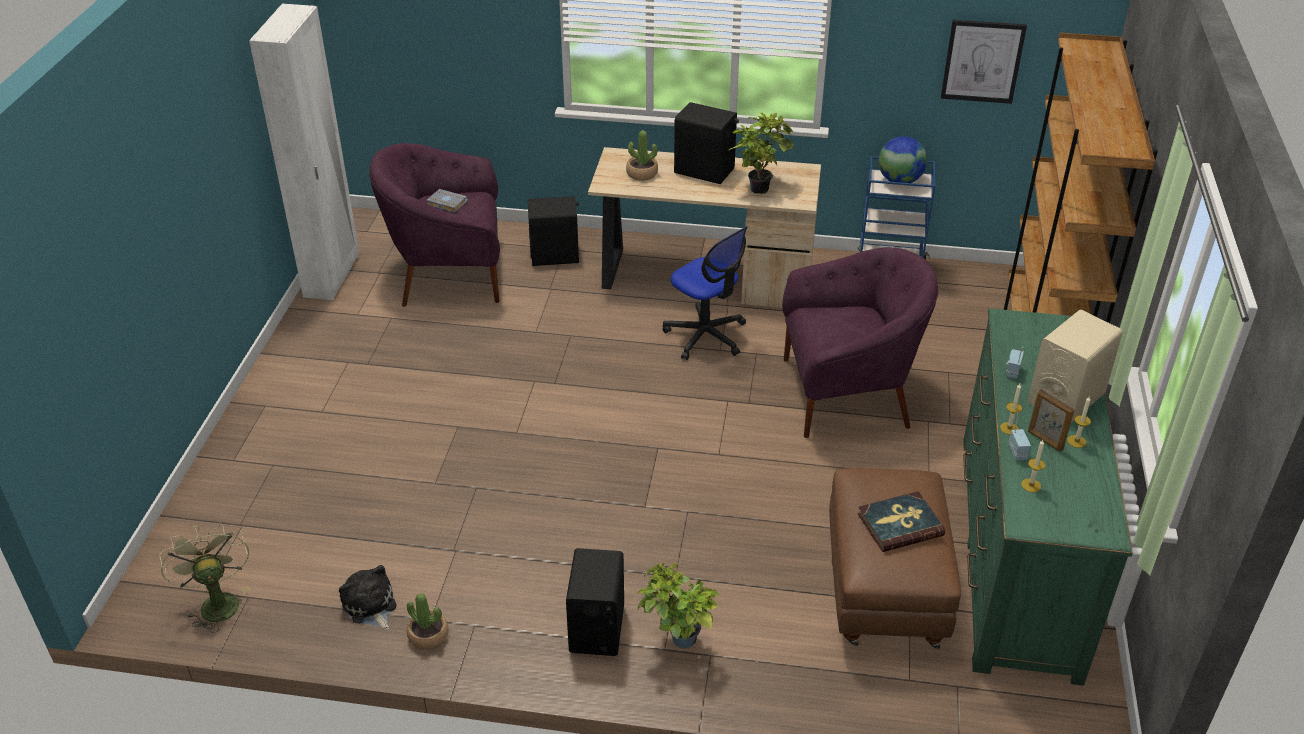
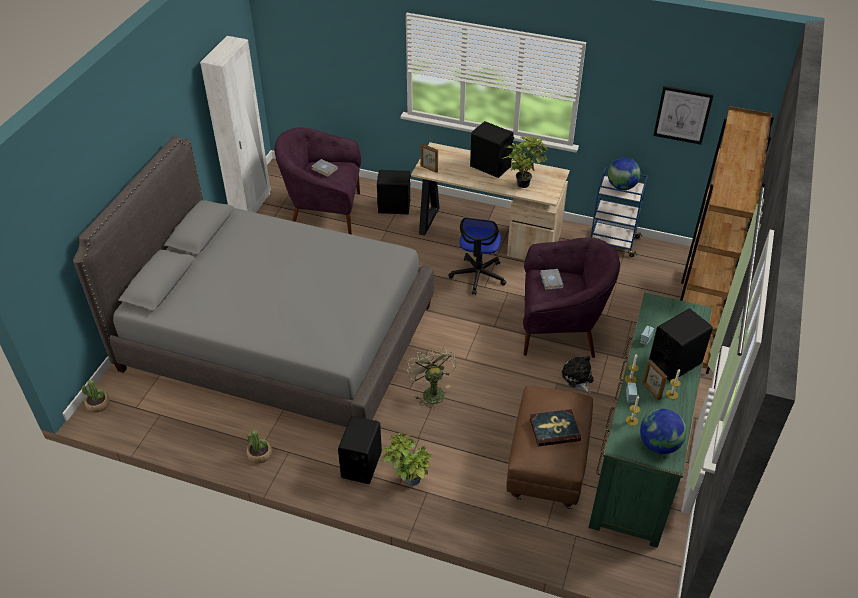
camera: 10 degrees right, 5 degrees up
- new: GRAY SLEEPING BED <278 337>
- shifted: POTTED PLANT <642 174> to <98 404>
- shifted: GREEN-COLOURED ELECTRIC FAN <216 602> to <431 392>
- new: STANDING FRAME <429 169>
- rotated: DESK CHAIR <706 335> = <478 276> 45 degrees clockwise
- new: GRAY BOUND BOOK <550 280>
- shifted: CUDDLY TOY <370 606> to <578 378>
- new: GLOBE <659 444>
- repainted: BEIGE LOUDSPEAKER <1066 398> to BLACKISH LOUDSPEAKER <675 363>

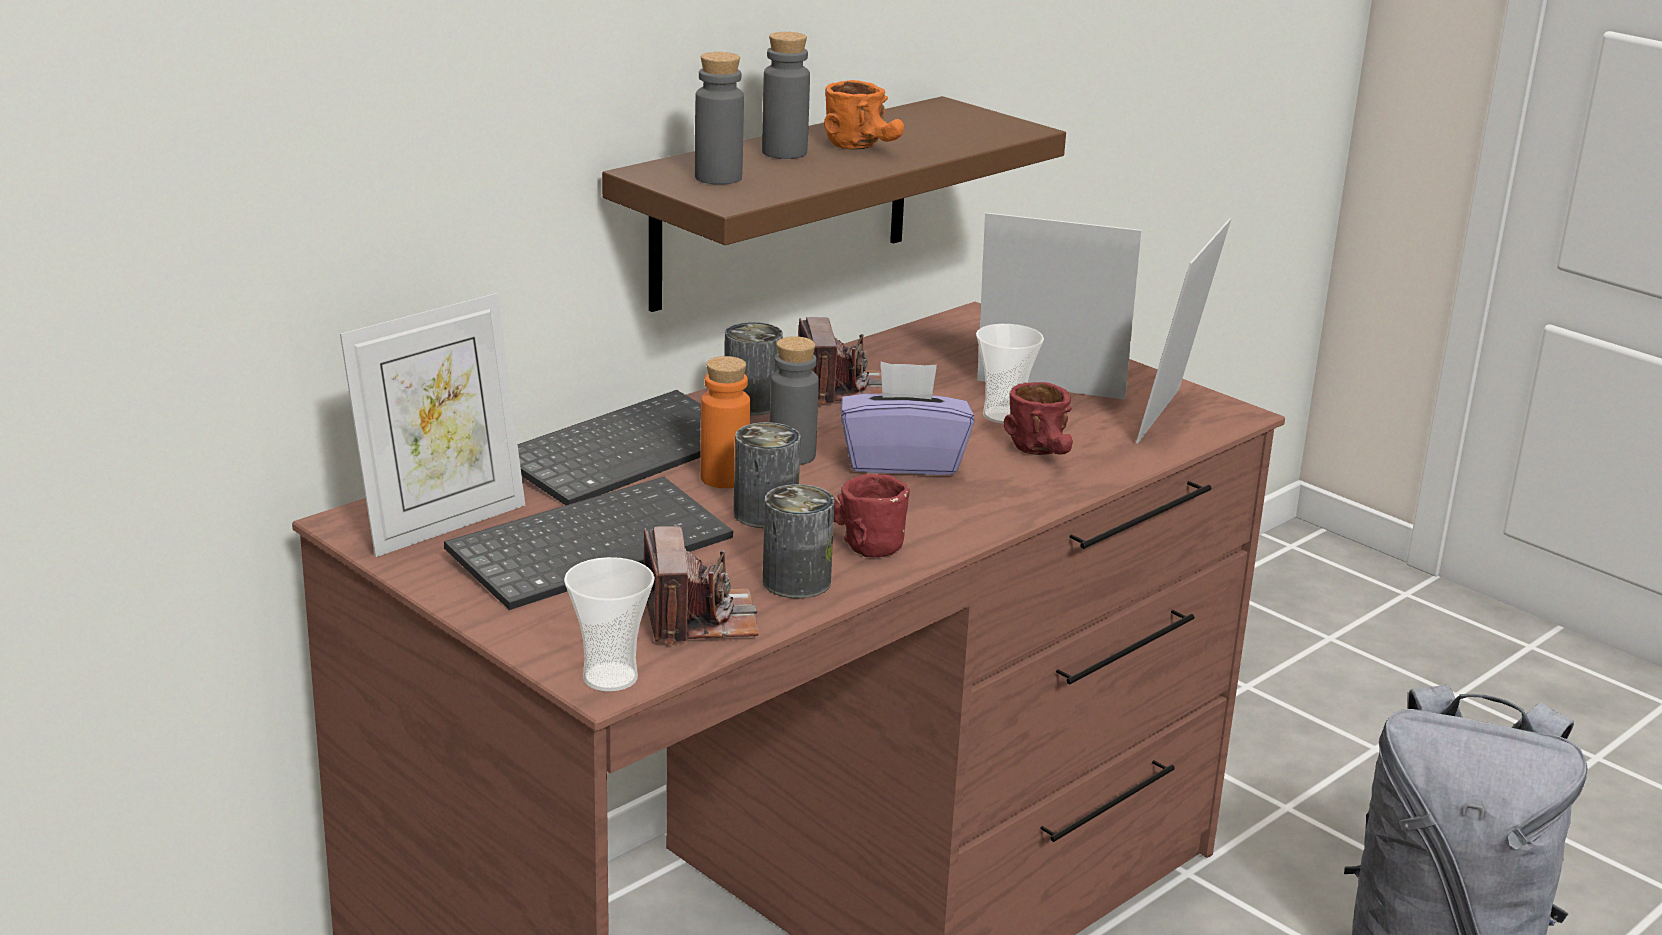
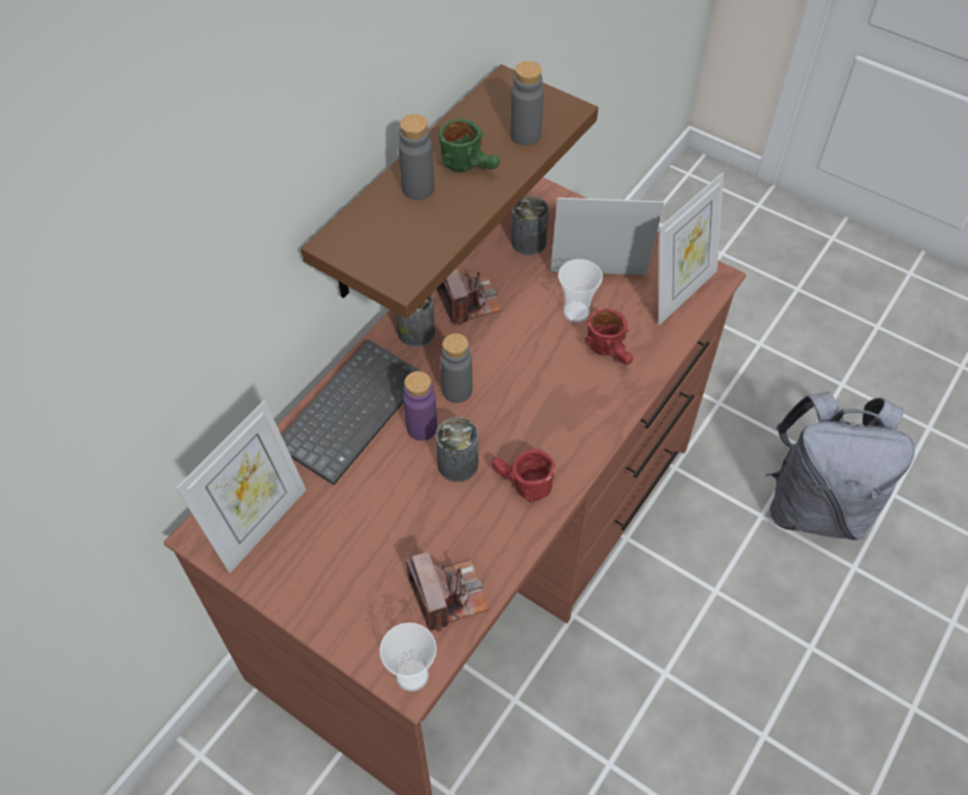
camera: 10 degrees left, 30 degrees up
- repainted: ORANGE-COLOURED DRINK BOTTLE <724 478> to PURPLE DRINK BOTTLE <422 428>
- repainted: ORANGE-COLOURED MUG <867 147> to GREEN-COLOURED MUG <472 166>
- shifted: GRAY DRINK BOTTLE <718 178> to <525 135>
- shifted: CAN <796 581> to <528 242>
- rotated: STANDING FRAME <1173 418> = <680 292> 150 degrees counterclockwise
- gone: COMPUTER KEYBOARD <591 546>
- gone: PURPLE BOX OF TISSUES <903 461>

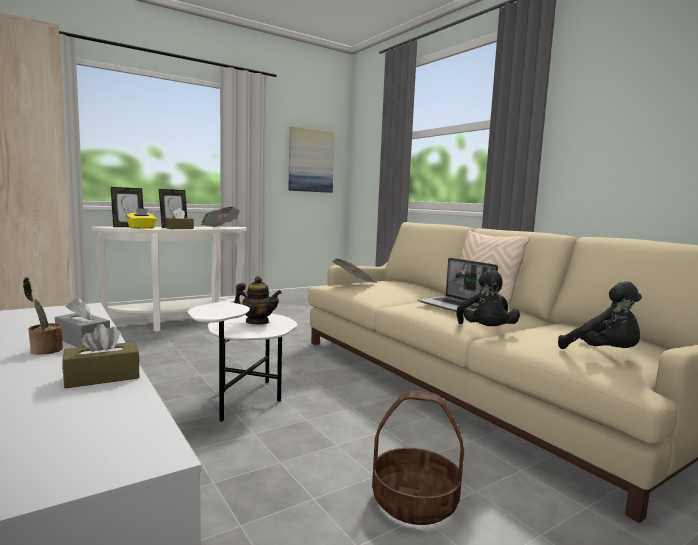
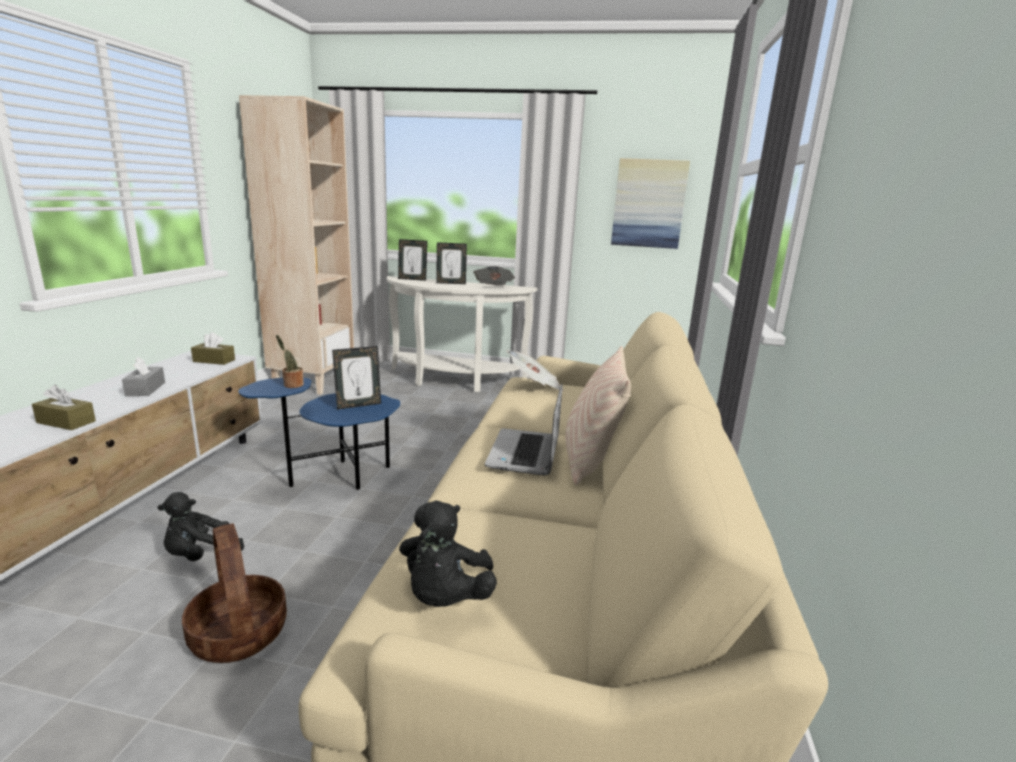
camera: 45 degrees right, 10 degrees up
- shifted: BLACKISH CUDDLY TOY <486 331> to <200 555>
- shifted: BROWNISH BOX OF TISSUES <180 228> to <214 360>
- repainted: WHITE ACCENT TABLE <244 402> to BLUISH ACCENT TABLE <335 477>
- shifted: POTTED PLANT <44 350> to <292 385>
- swapped: TEA POT <257 322> to STANDING FRAME <358 405>
- gone: YELLOW-COLOURED BOX OF TISSUES <141 228>

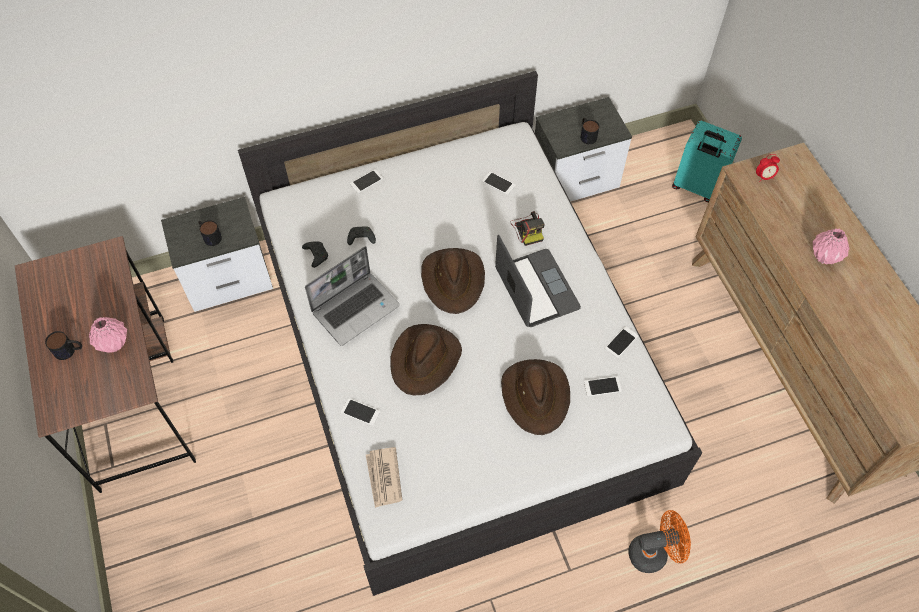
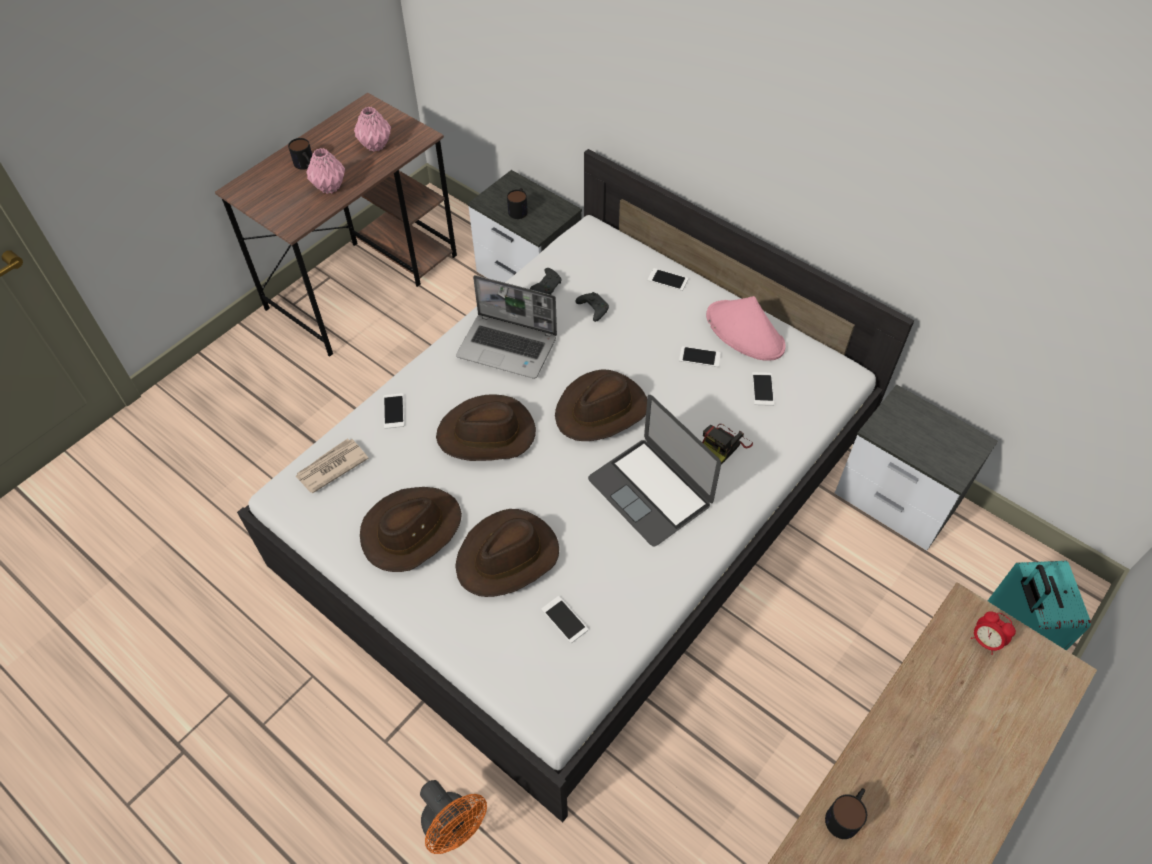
camera: 60 degrees right, 5 degrees down
- shifted: PINKISH VASE <825 256> to <376 146>
- new: BROWNISH WEARABLE HAT <411 530>
- rotated: NOTEBOOK COMPUTER <536 288> = <650 491> 105 degrees clockwise
- shifted: PHONE <621 342> to <699 357>
- new: PINKISH WEARABLE HAT <745 332>
- shifted: MUG <587 135> to <846 815>

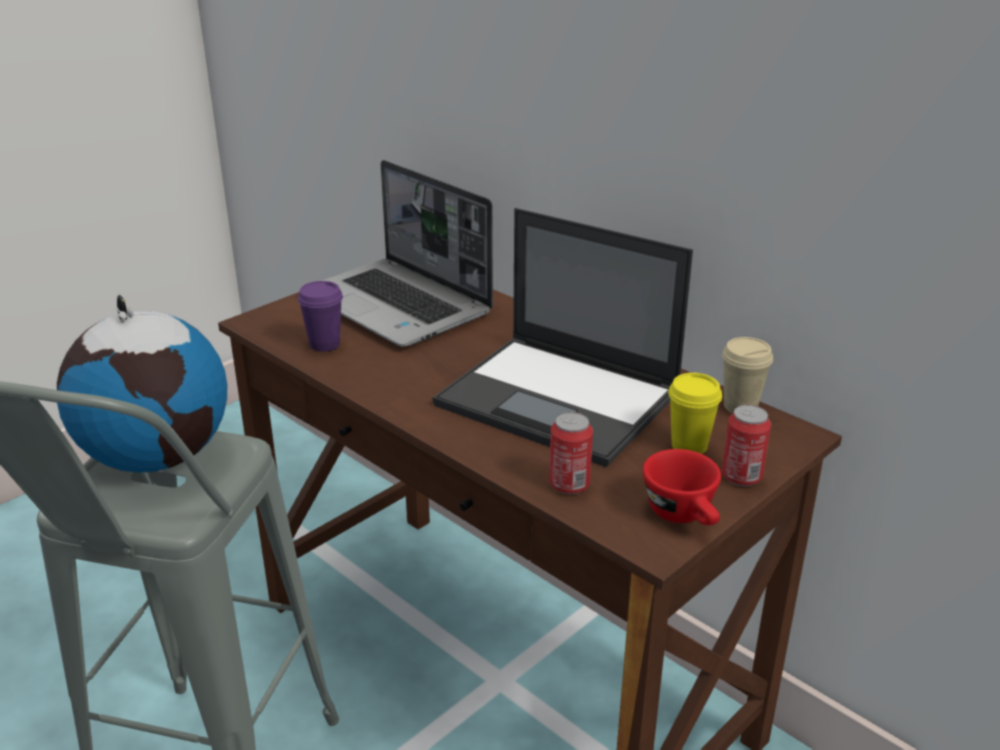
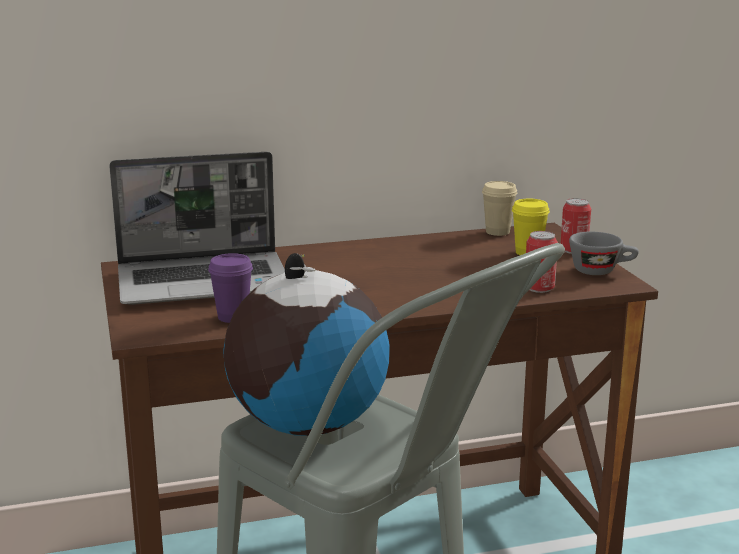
camera: 60 degrees left, 10 degrees down
- repainted: RED-COLOURED DRINKING CUP <685 516> to GRAY DRINKING CUP <601 271>
- gone: NOTEBOOK COMPUTER <561 399>

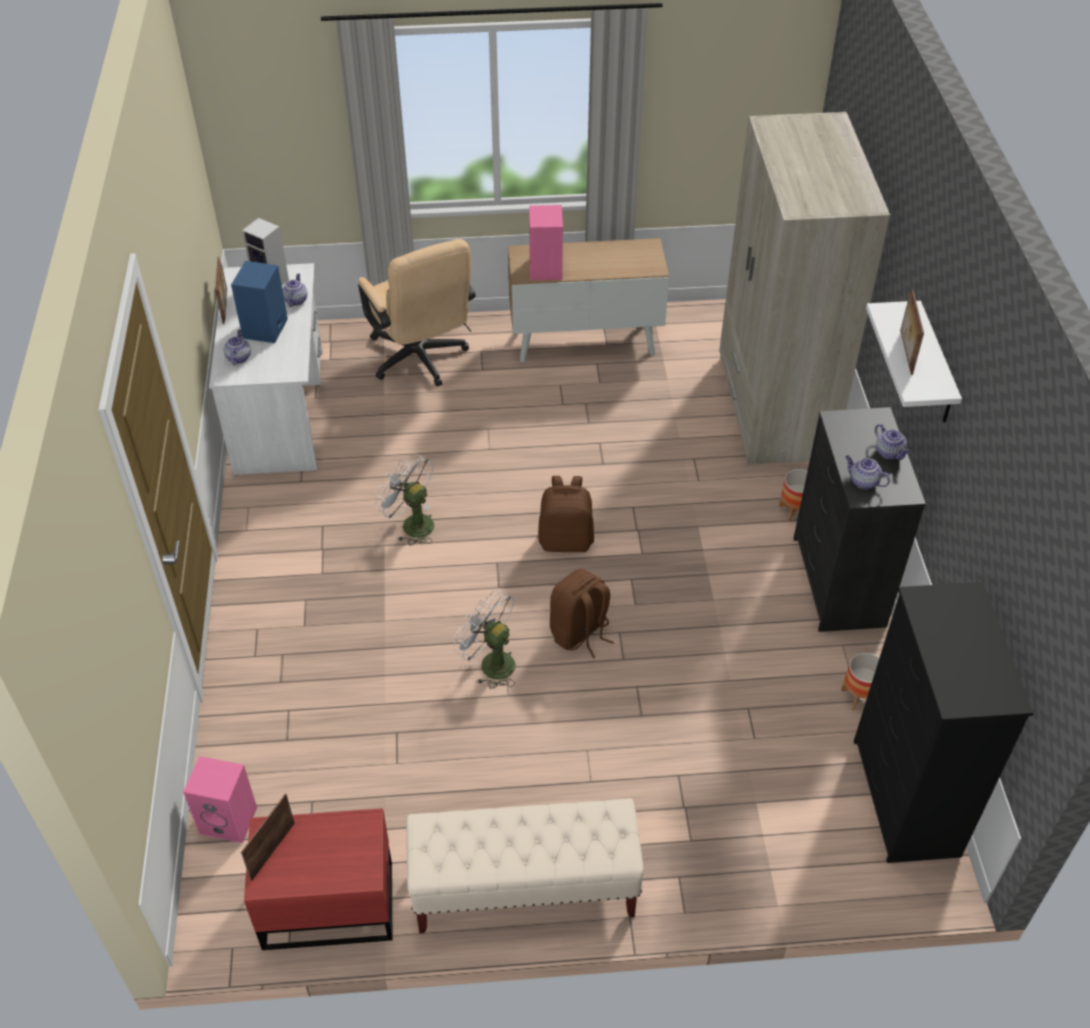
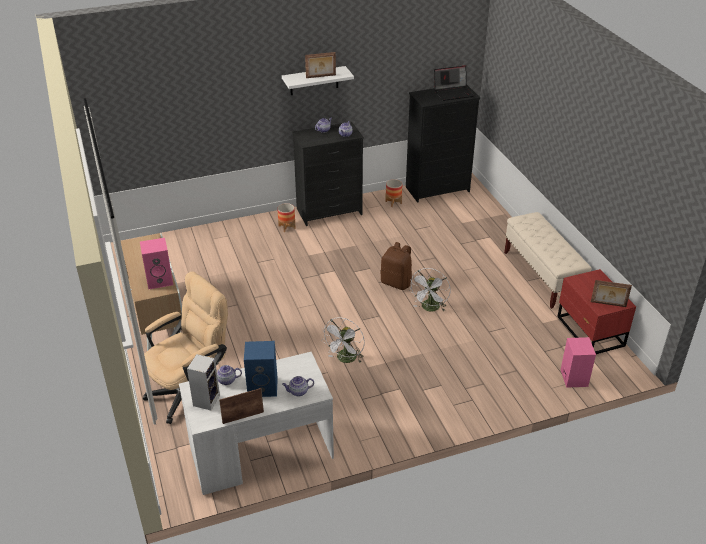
camera: 105 degrees left, 10 degrees down
- new: NOTEBOOK COMPUTER <453 93>
- gone: BROWNISH KNAPSACK <566 540>
- gone: BEIGE ARMOIRE <773 407>

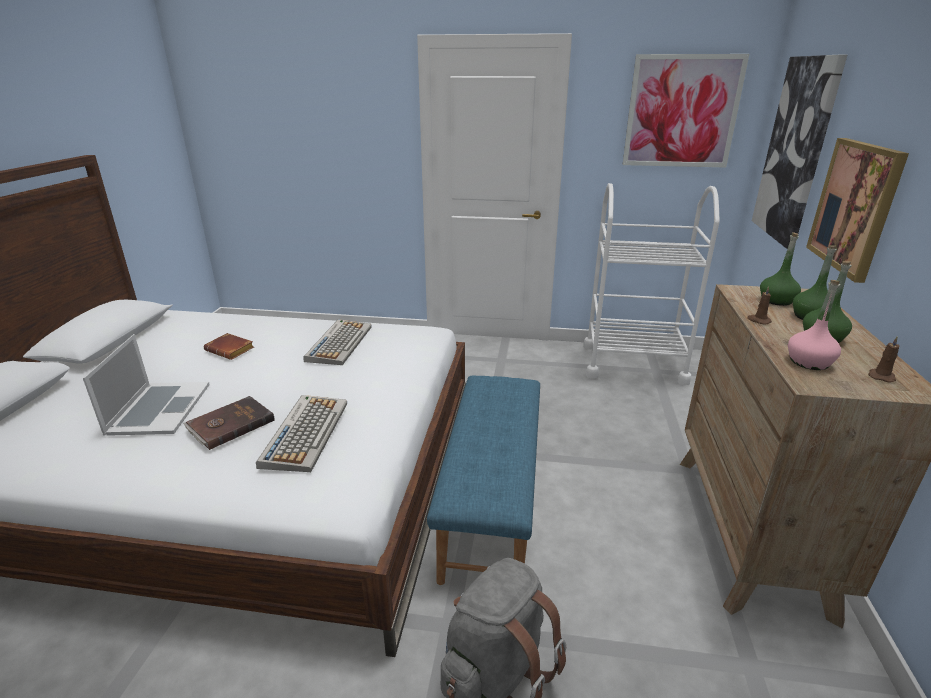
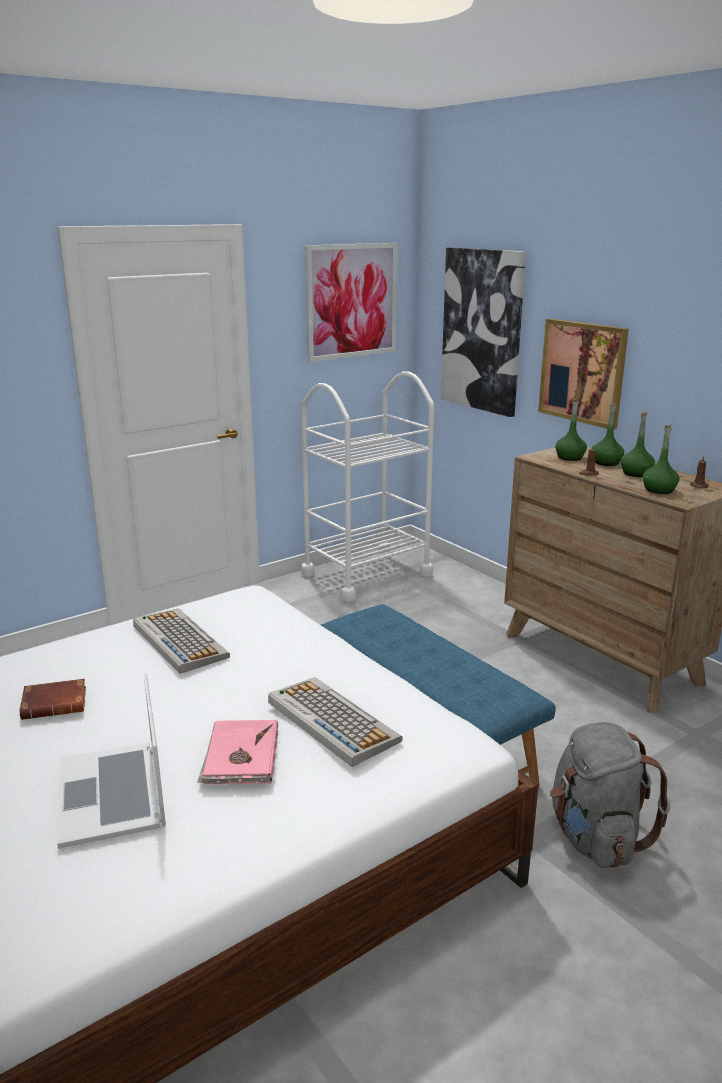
camera: 45 degrees left, 5 degrees down
- rotated: NOTEBOOK COMPUTER <159 408> = <112 792> 150 degrees counterclockwise
- repainted: BROWNISH BOUND BOOK <230 424> to PINKISH BOUND BOOK <240 756>
- repainted: PINKISH DRINK BOTTLE <809 362> to GREEN-COLOURED DRINK BOTTLE <659 490>

